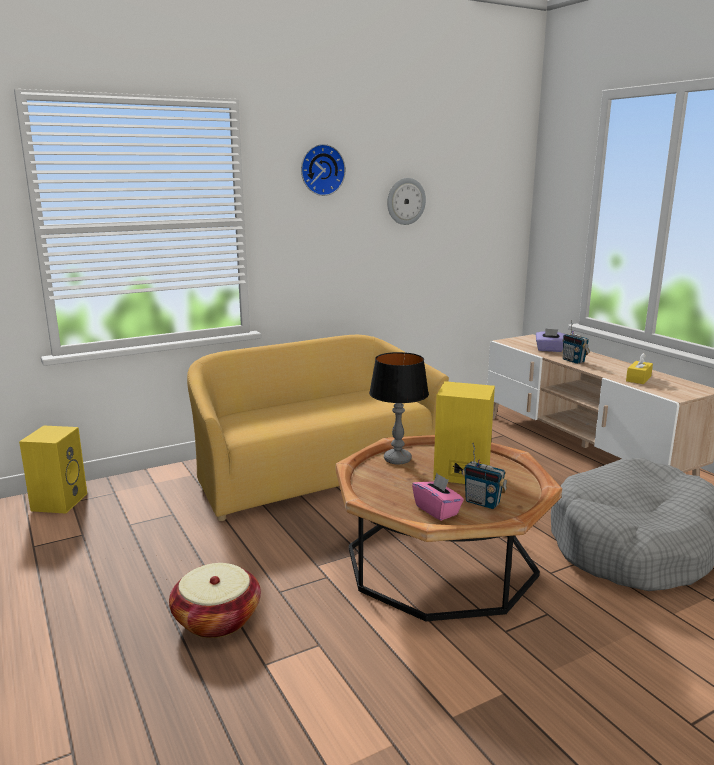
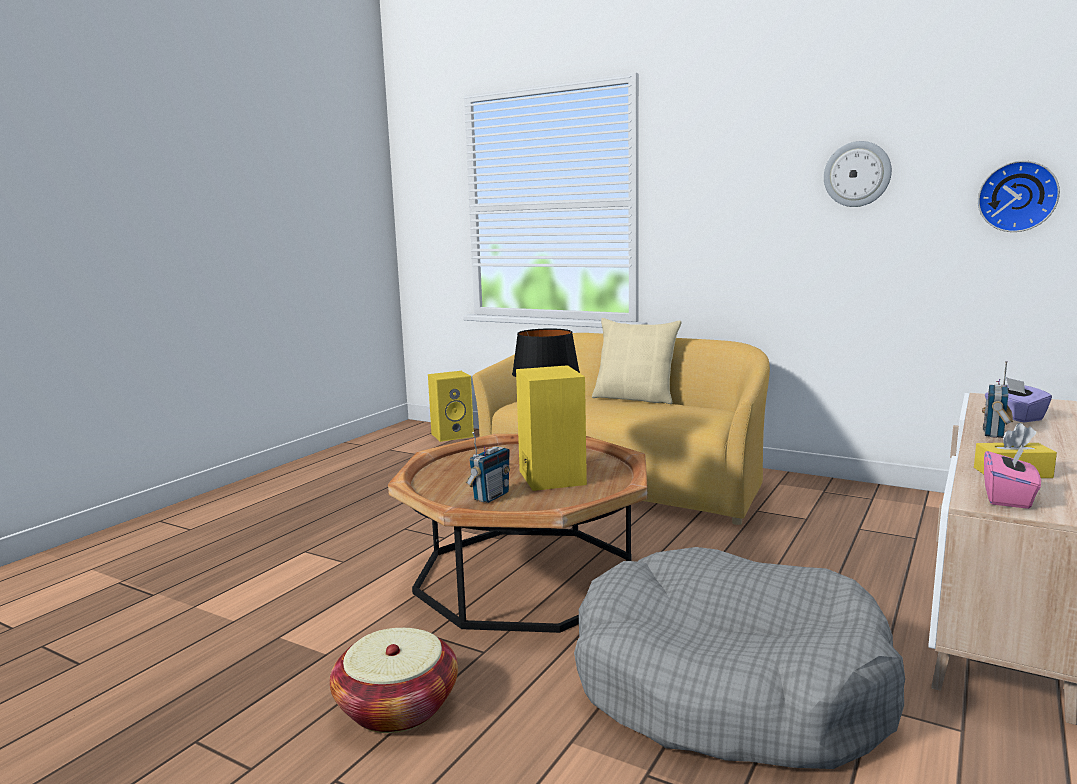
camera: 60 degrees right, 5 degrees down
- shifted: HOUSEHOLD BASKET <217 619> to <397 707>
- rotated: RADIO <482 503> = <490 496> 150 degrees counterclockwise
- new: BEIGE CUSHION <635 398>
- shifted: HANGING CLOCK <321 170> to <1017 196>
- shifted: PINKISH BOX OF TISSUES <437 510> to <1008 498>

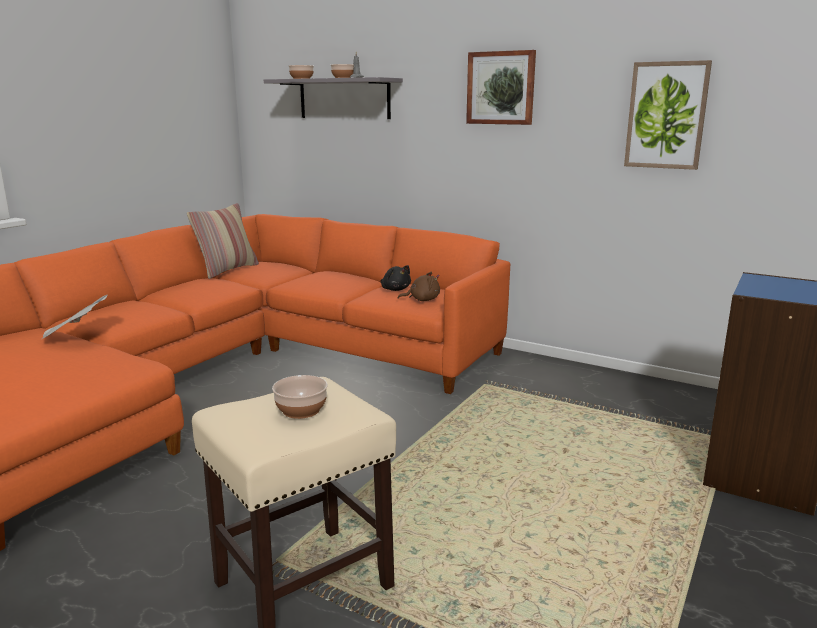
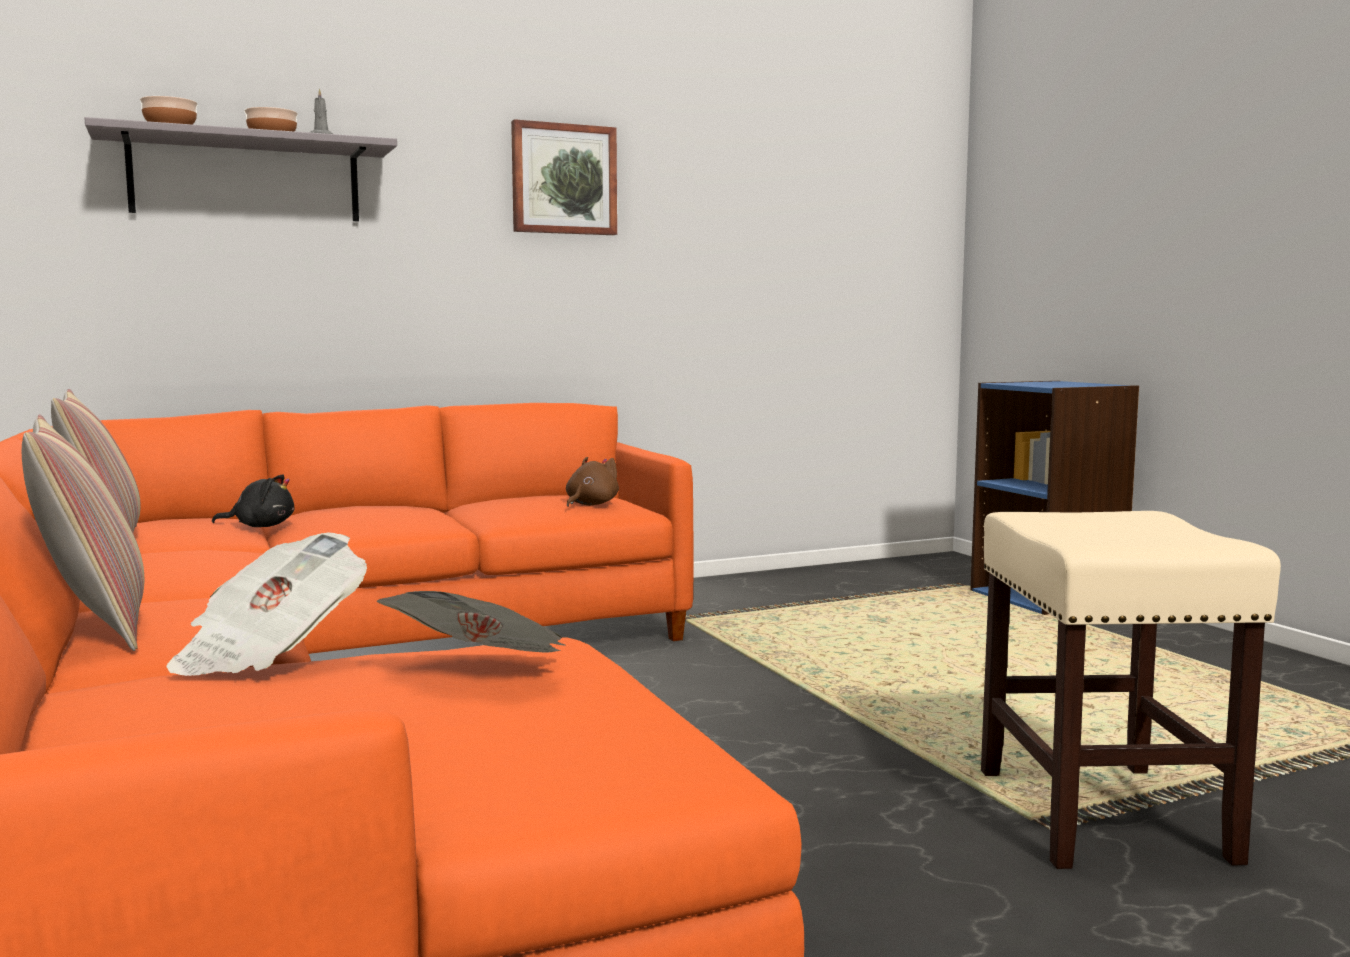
camera: 55 degrees left, 10 degrees down
- new: CUSHION <94 627>
- shifted: BLACKISH CUDDLY TOY <395 289> to <260 526>
- new: DAILY PAPER <483 675>
- gone: SERVING BOWL <300 410>
- gone: PICTURE <666 115>

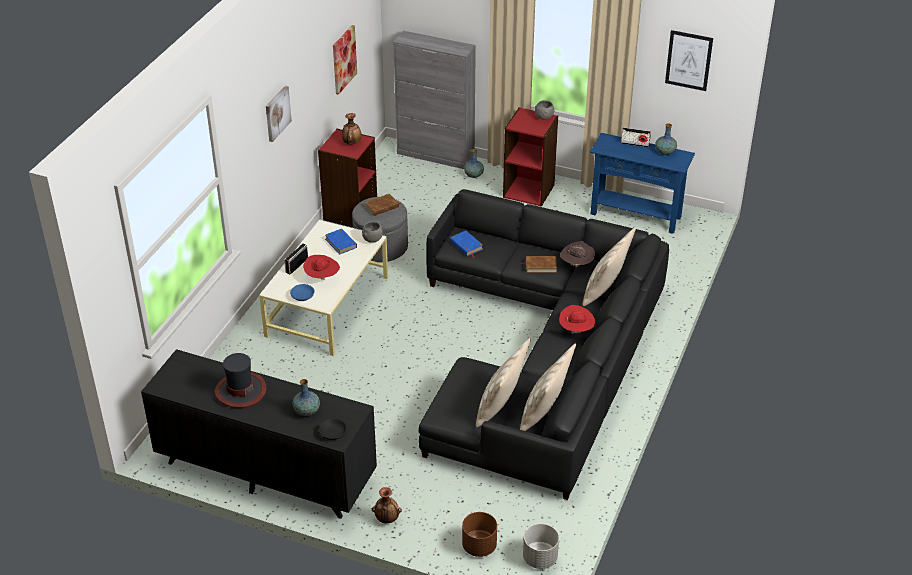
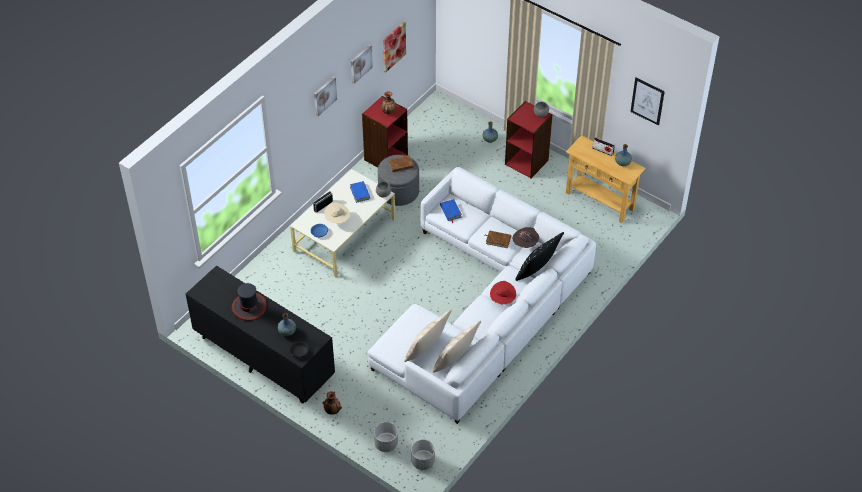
camera: 15 degrees right, 10 degrees up
- repainted: RED-COLOURED WEARABLE HAT <322 278> to BEIGE WEARABLE HAT <337 220>
- new: PICTURE <360 63>
- repainted: BLACKISH COUCH <543 355> to WHITE COUCH <483 308>
- repainted: BROWNISH PLANT POT <479 546> to GRAY PLANT POT <386 444>
- repainted: BEIGE CUSHION <605 290> to BLACKISH CUSHION <537 270>
- repainted: BLUISH NARROW TABLE <635 215> to BEIGE NARROW TABLE <600 201>
- gone: GRAY CUPBOARD <436 155>

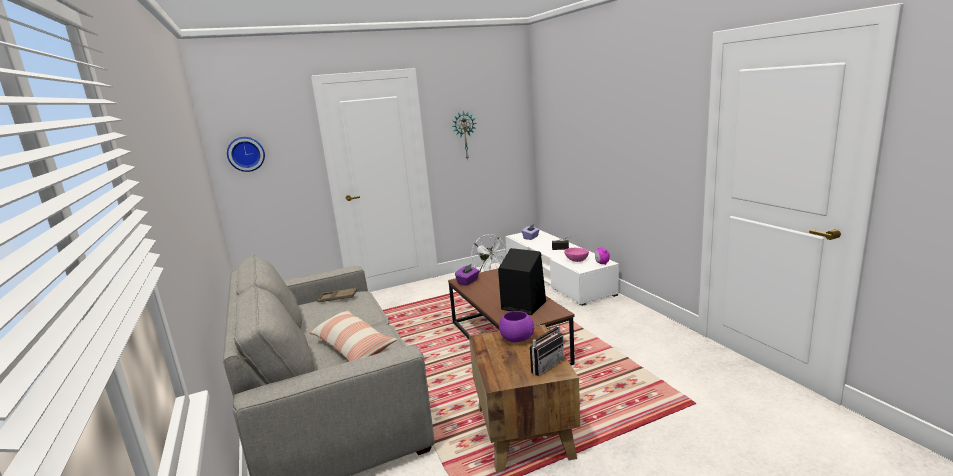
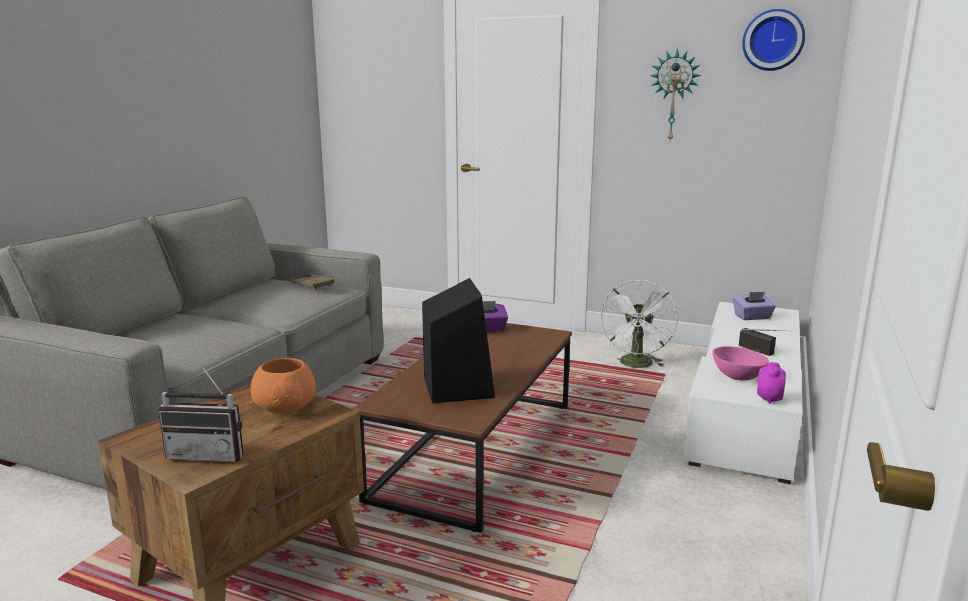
camera: 45 degrees right, 0 degrees up
- repainted: PURPLE SERVING BOWL <516 338> to ORANGE-COLOURED SERVING BOWL <286 408>
- shifted: HANGING CLOCK <246 154> to <773 40>
- gone: CUSHION <352 347>

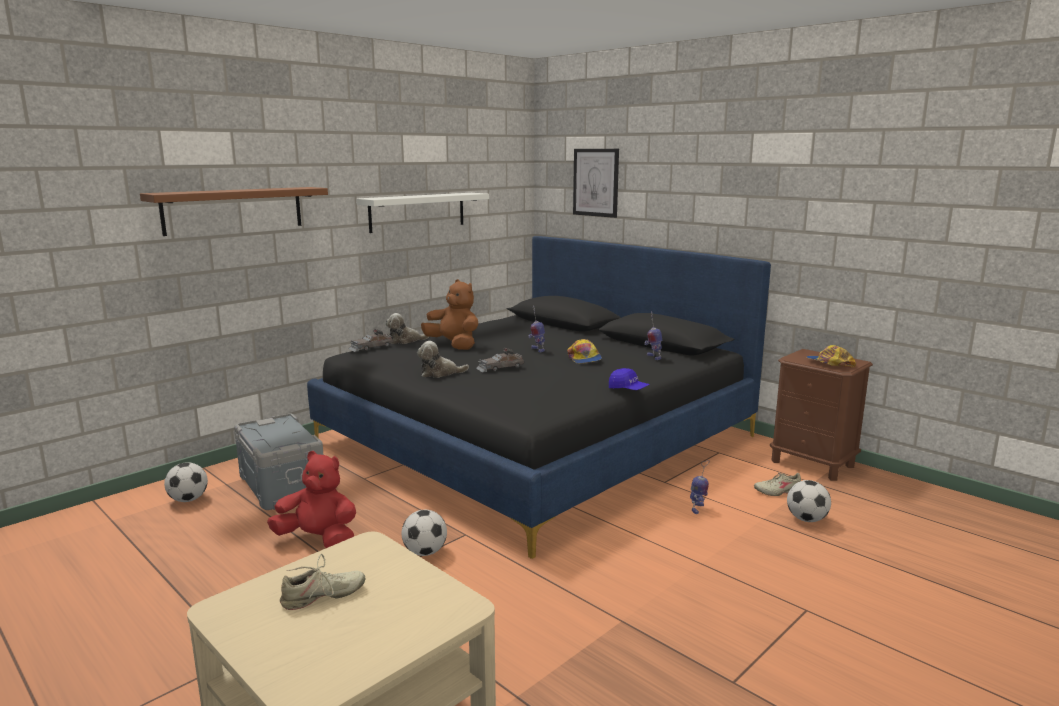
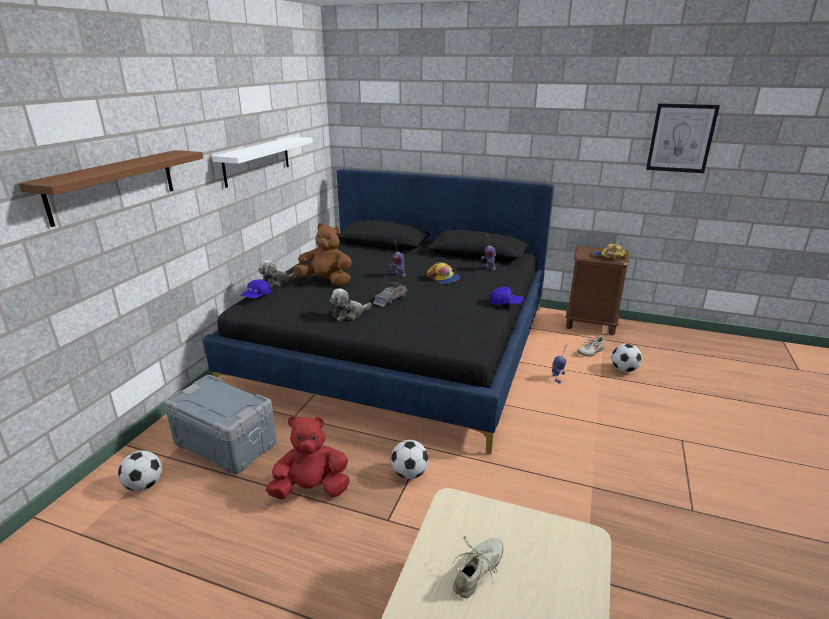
camera: 25 degrees left, 10 degrees up
- swapped: GRAY MINIATURE CAR <371 347> to BLUISH CAP <256 296>
- shifted: PICTURE <596 182> to <681 138>

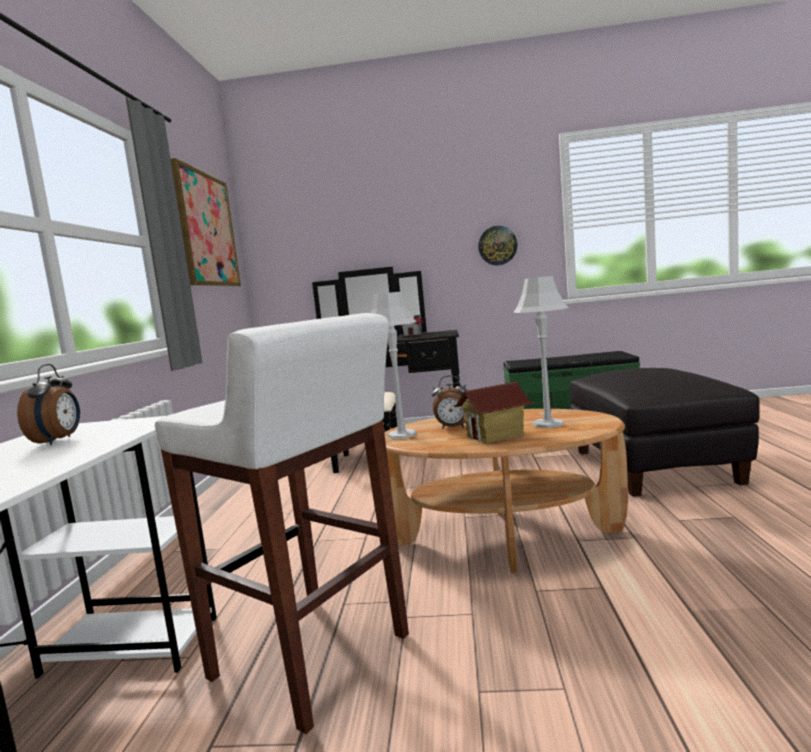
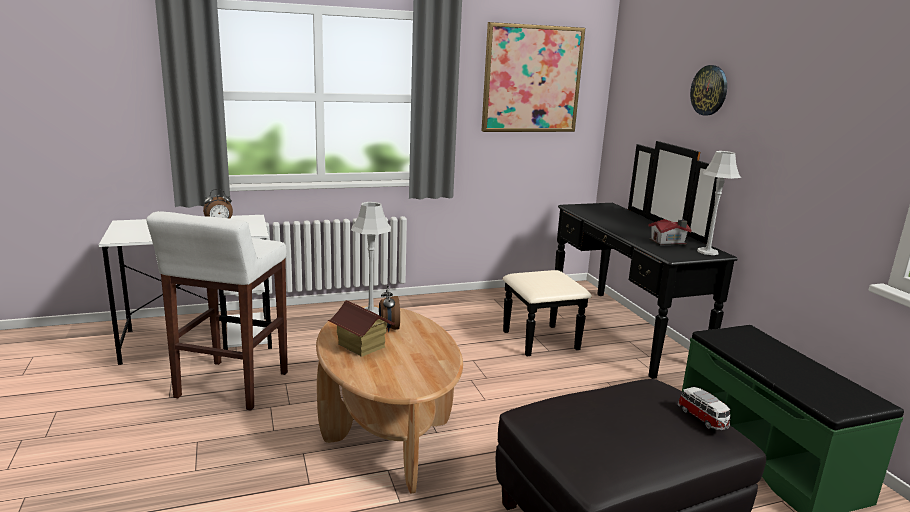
camera: 65 degrees right, 10 degrees up
- new: MINIATURE CAR <703 419>
- shifted: HANGING CLOCK <497 245> to <709 90>
- shifted: GRAY TABLETOP LAMP <548 424> to <707 252>

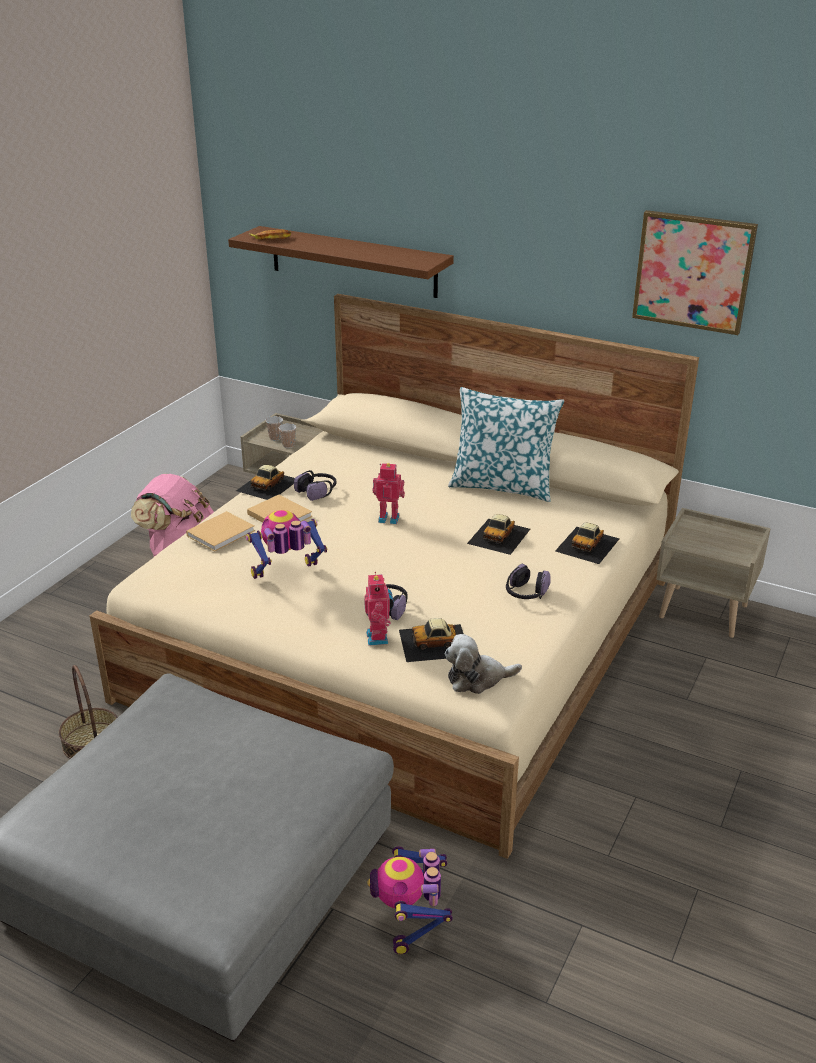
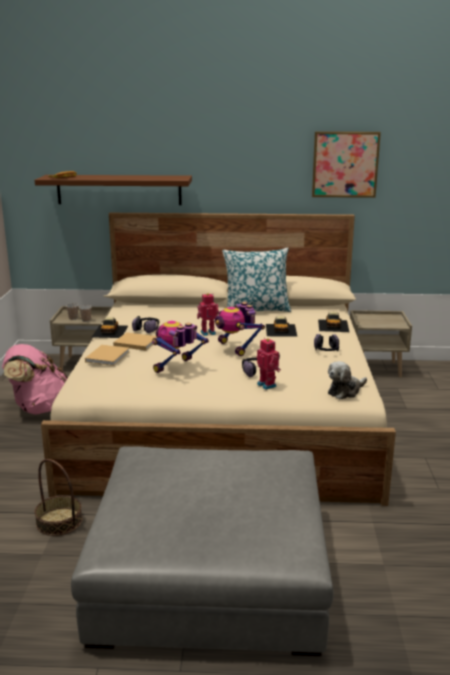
camera: 25 degrees left, 10 degrees down
- shifted: ROBOT FIGURE <411 921> to <236 348>
- gone: MINIATURE CAR <434 643>

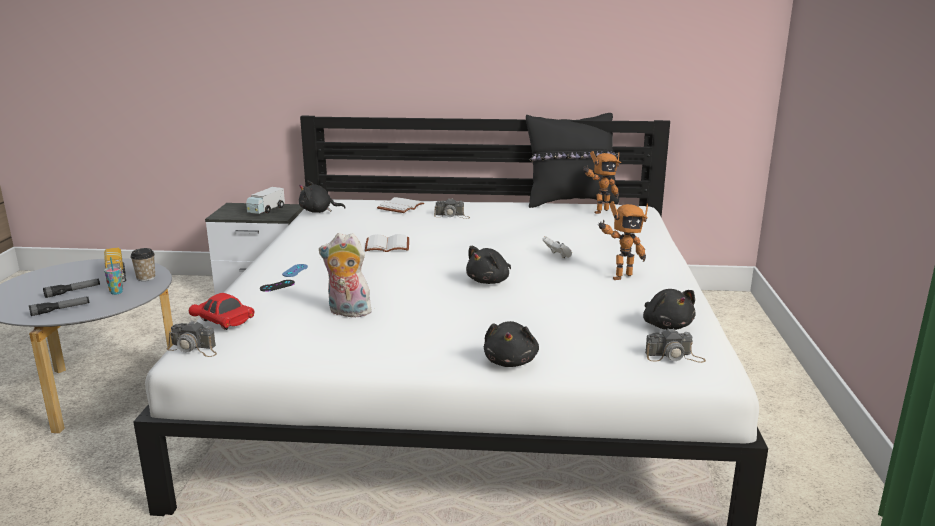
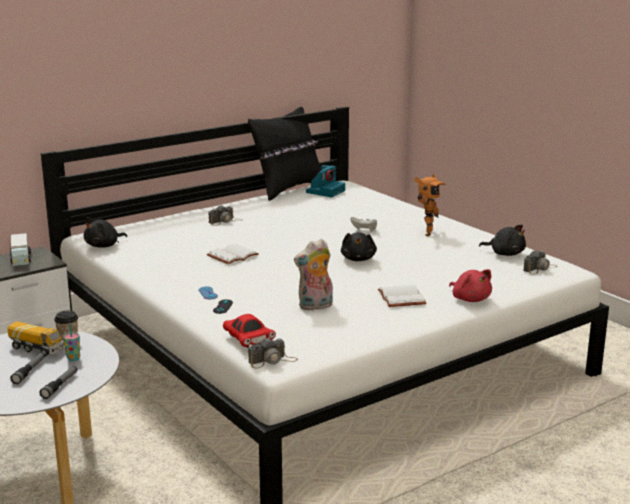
camera: 40 degrees left, 0 degrees up
- rotated: RED-COLOURED MINIATURE CAR <223 321> = <248 339> 120 degrees counterclockwise
- swapped: ROBOT FIGURE <599 211> to STILL CAMERA <325 191>
- shifted: WHITE BOUND BOOK <400 207> to <400 298>
- repainted: BLACKISH CUDDLY TOY <511 361> to RED-COLOURED CUDDLY TOY <470 299>

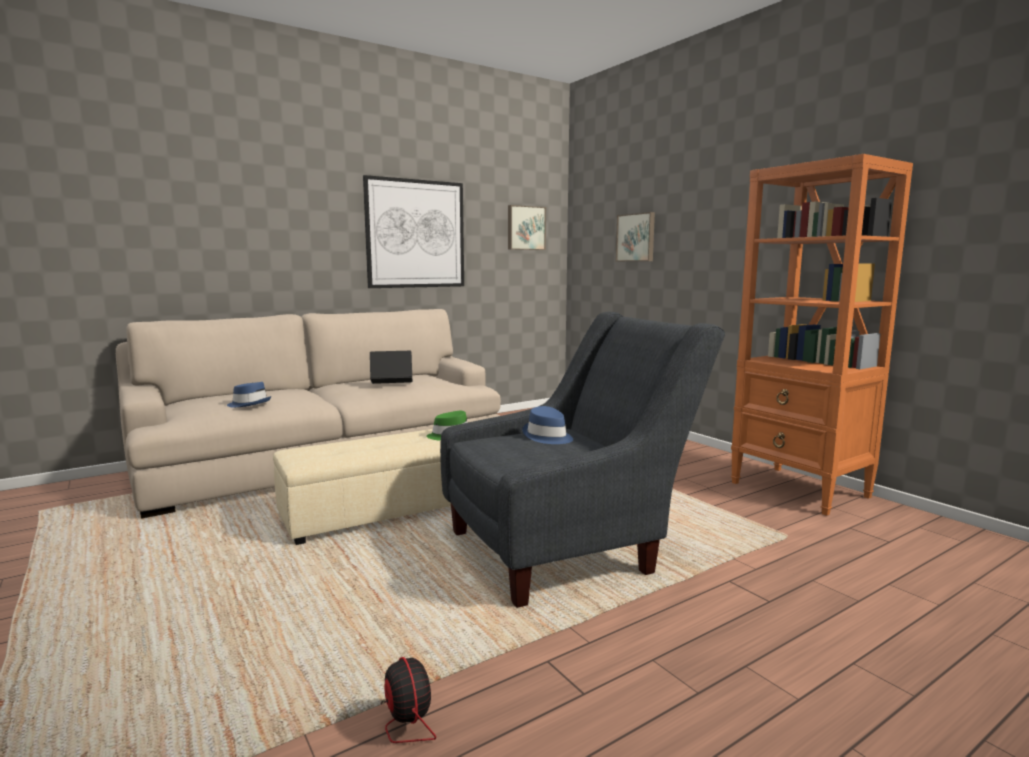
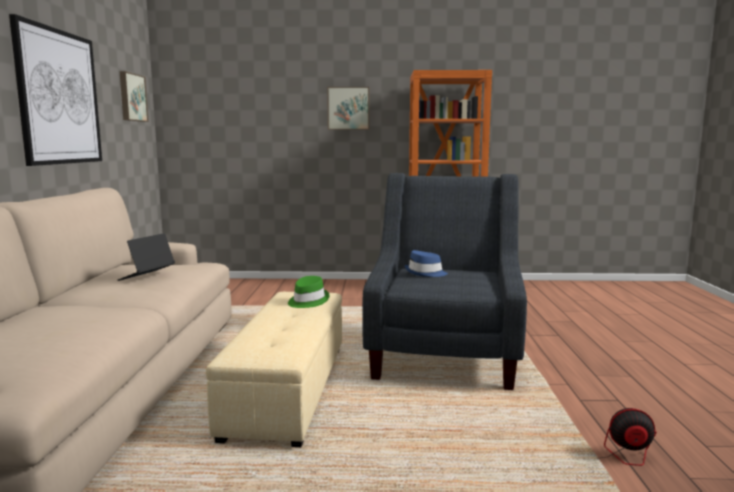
camera: 55 degrees left, 0 degrees up
- shifted: PICTURE <636 237> to <348 108>
- gone: BLUISH WEARABLE HAT <249 404>

